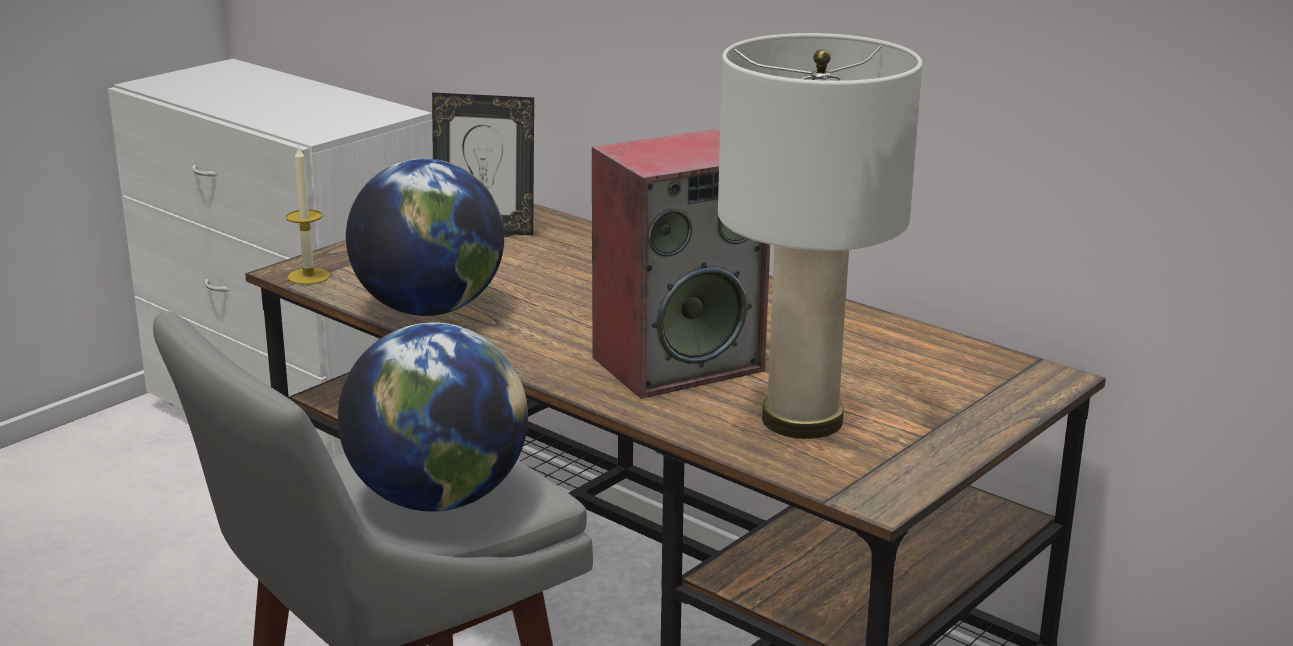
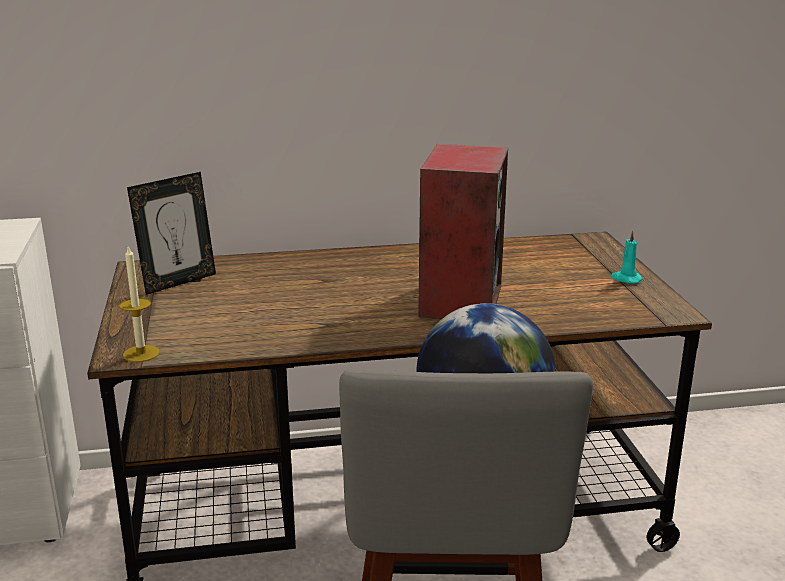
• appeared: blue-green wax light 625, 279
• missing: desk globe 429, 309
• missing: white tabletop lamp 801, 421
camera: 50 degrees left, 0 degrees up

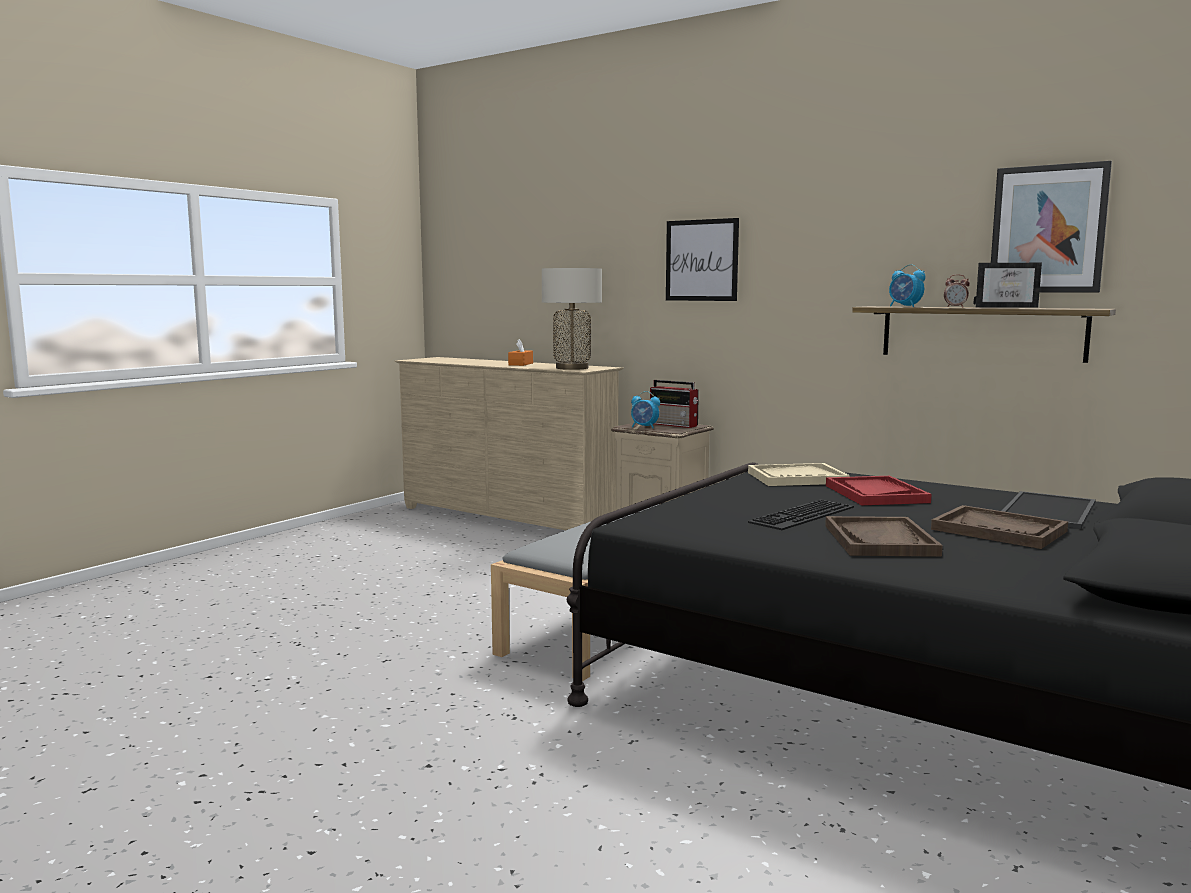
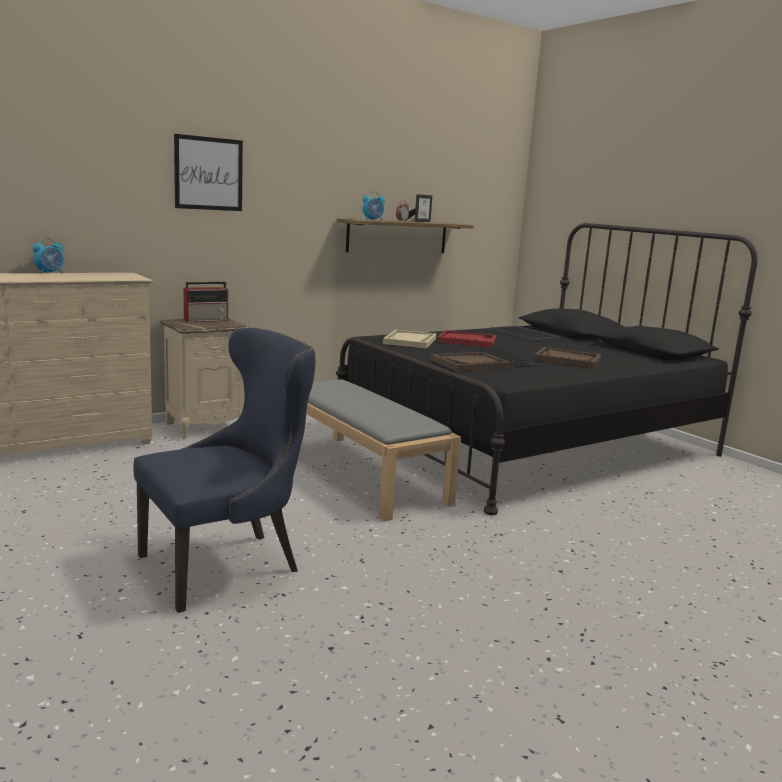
• relocated: table clock 644, 427 to 50, 273
• appeared: blue upright chair 226, 565
• relocated: brownish serving tray 999, 530 to 470, 364
• missing: orange-coloured tissue holder 520, 364
• missing: tabletop lamp 572, 368
• missing: wall art 1048, 229
camera: 70 degrees left, 5 degrees up

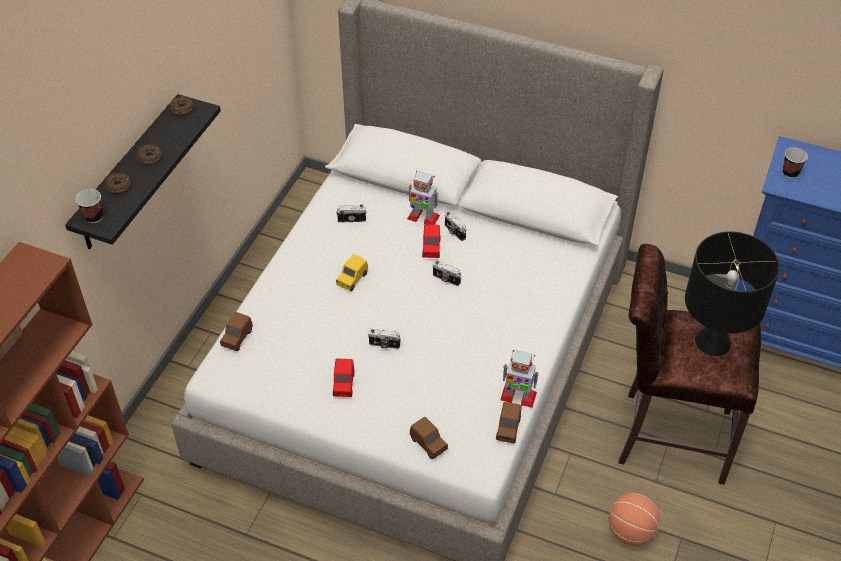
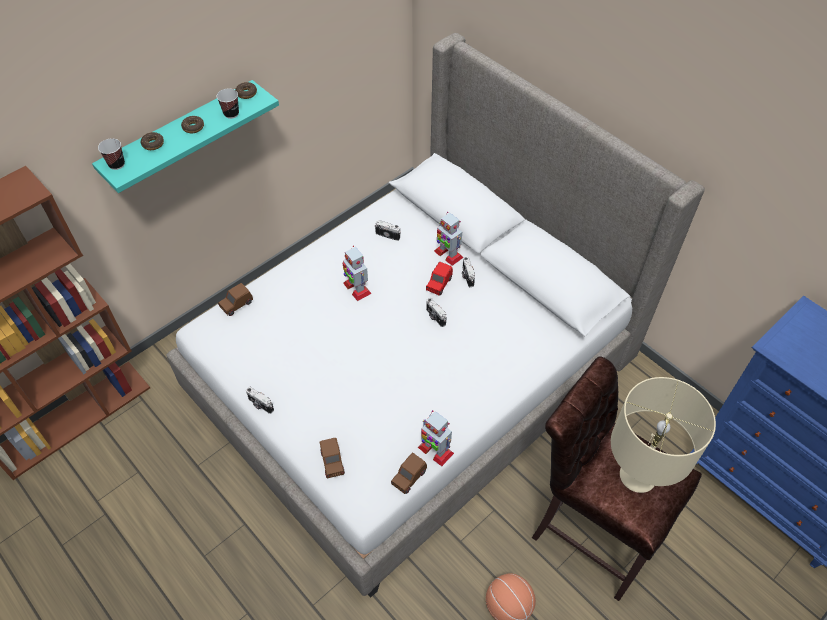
• colour: blackish shelf 129, 174 to blue-green shelf 181, 137
• relocated: drinking cup 790, 173 to 231, 114
• relocated: photo camera 384, 345 to 260, 405
• exchanged: yellow toy car 352, 279 to model robot 356, 288
• colour: blackish tabletop lamp 712, 345 to sand-coloured tabletop lamp 637, 477
• missing: reddish toy car 343, 384
camera: 25 degrees right, 5 degrees up

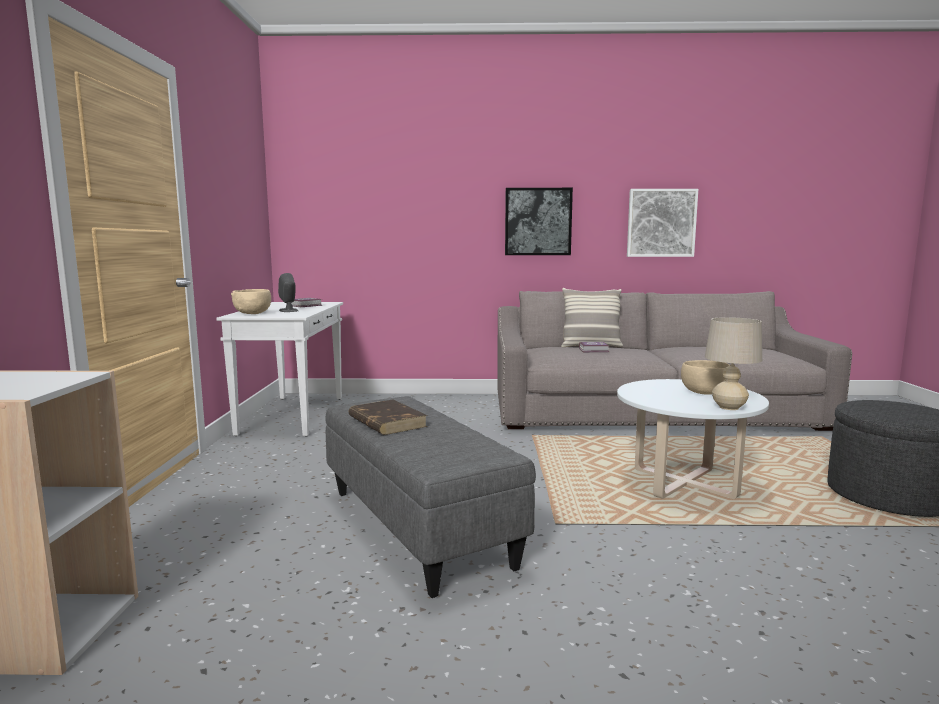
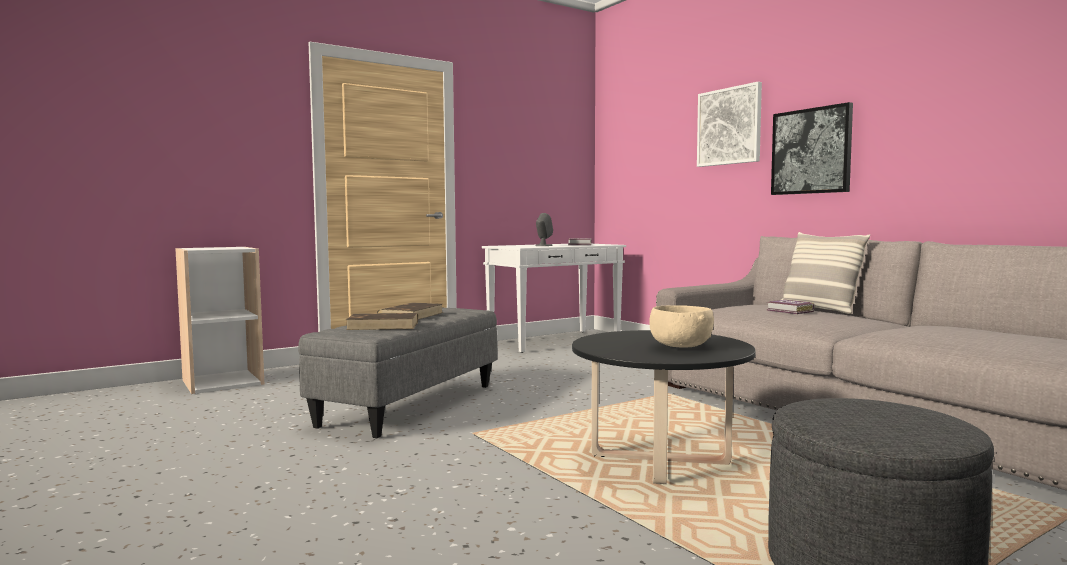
• appeared: brownish bound book 384, 325
• colour: white lounge table 684, 483 to blackish lounge table 659, 460
• relocated: wall art 661, 223 to 729, 126
• missing: sand-coloured deep dish 252, 313
• missing: sand-coloured tabletop lamp 729, 407
camera: 55 degrees right, 5 degrees down

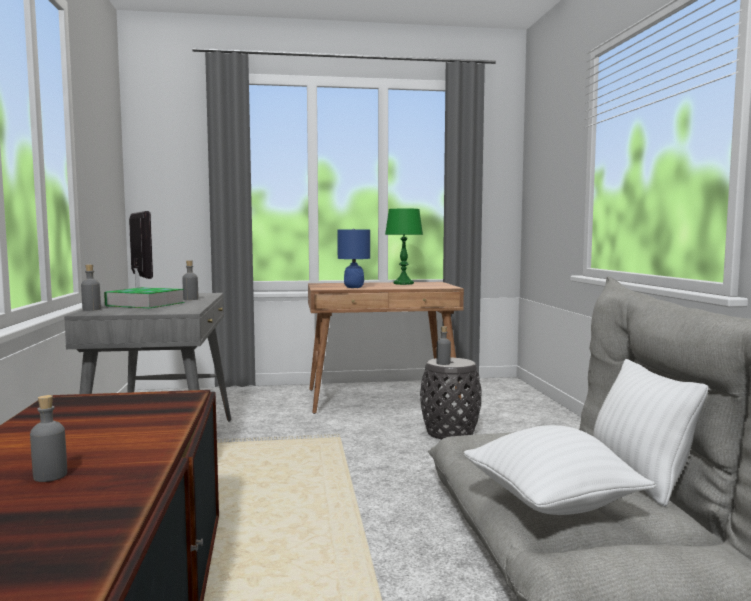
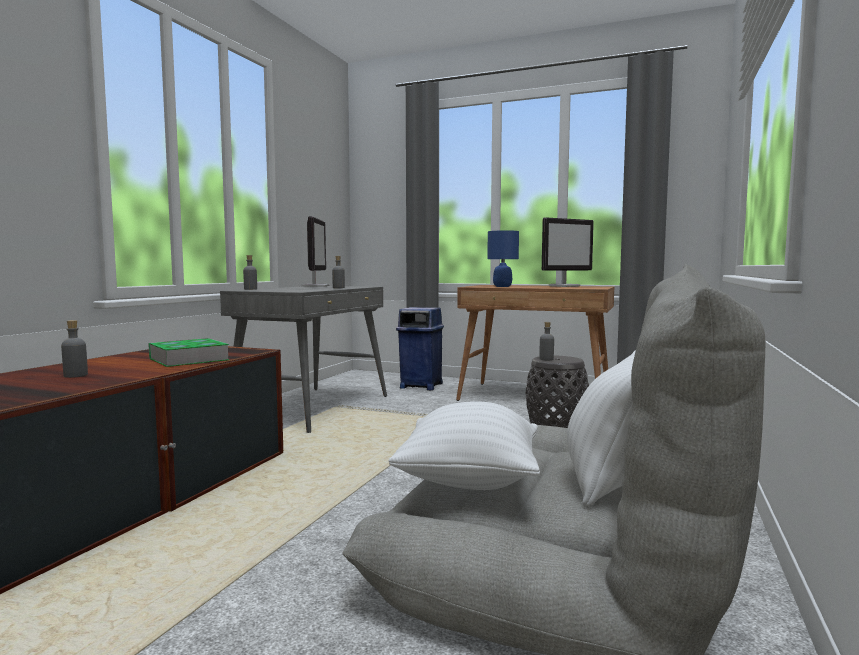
• relocated: bound book 145, 304 to 189, 359
• appeared: blue rubbish bin 420, 386
• exchanged: greenish tabletop lamp 403, 283 to computer display 564, 286
camera: 30 degrees right, 0 degrees up

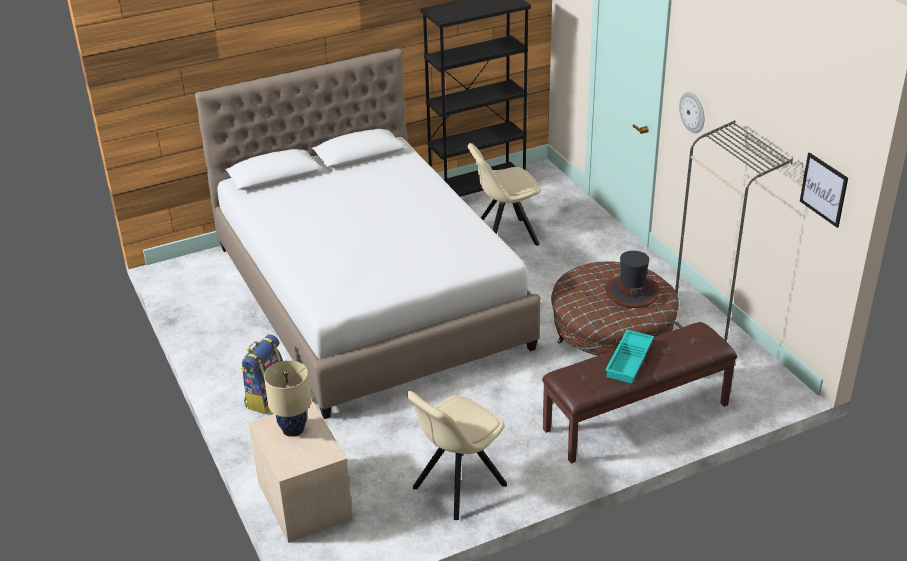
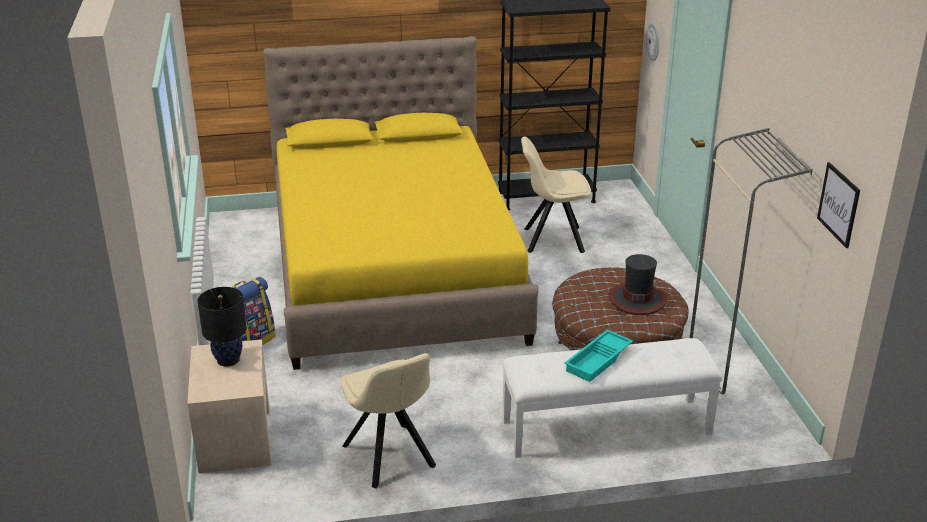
• colour: sand-coloured tabletop lamp 293, 429 to blackish tabletop lamp 228, 359
• colour: white bed 369, 295 to yellow bed 394, 270
• spun: sand-coloured upright chair 458, 486 = 389, 456 90 degrees counterclockwise
• colour: brownish long seat 636, 417 to white long seat 606, 428
• relocated: wall clock 693, 112 to 654, 42
camera: 15 degrees right, 5 degrees down

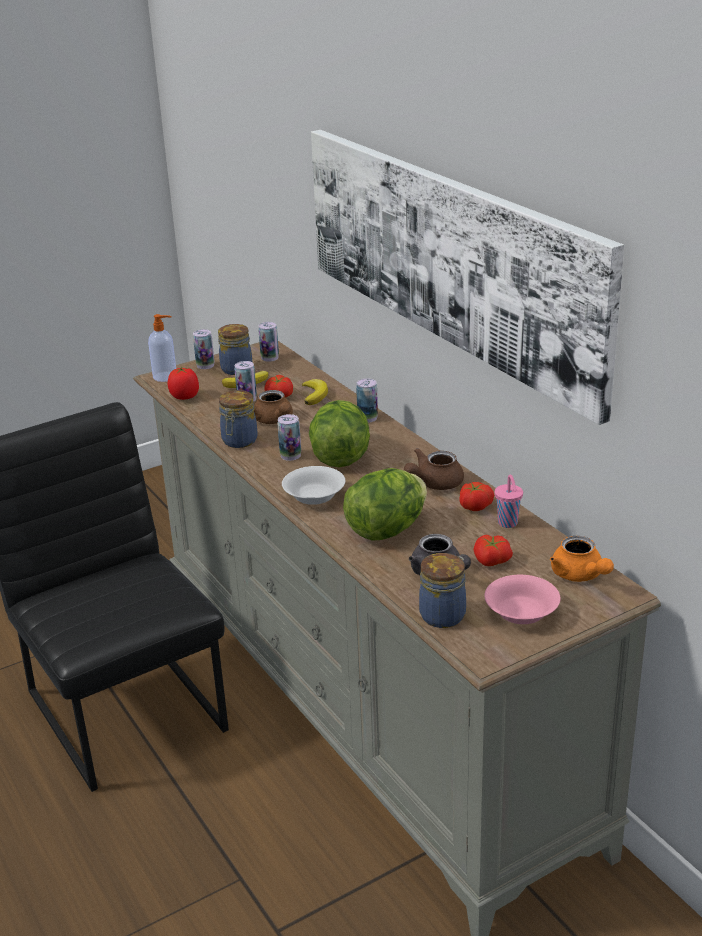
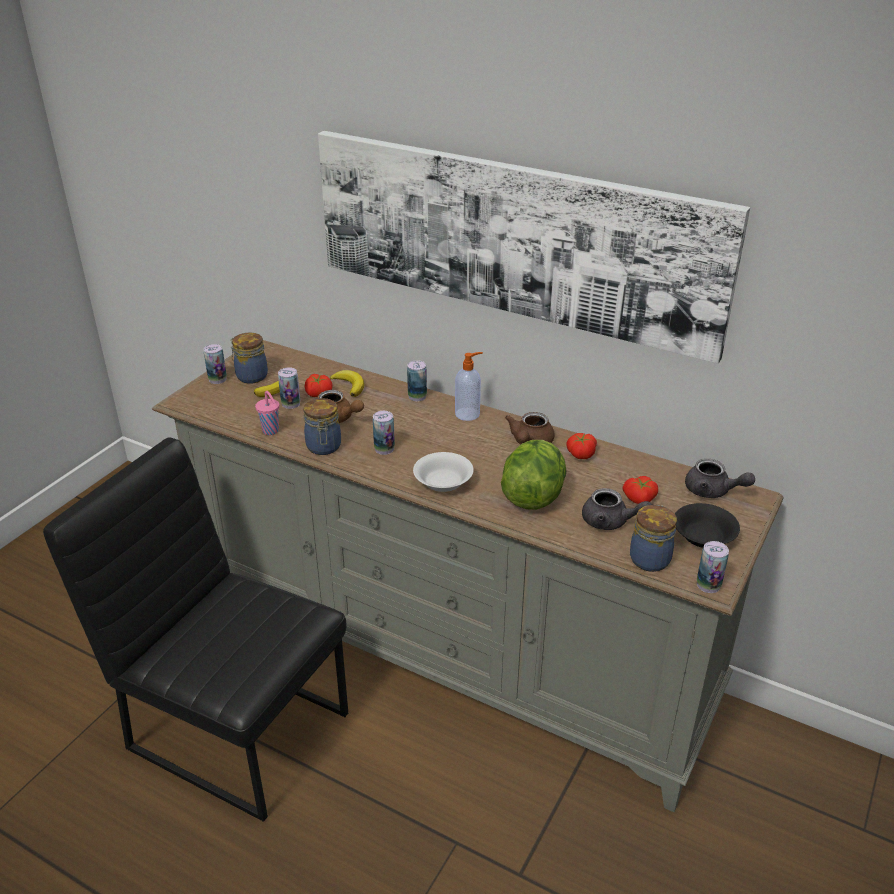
• relocated: pink-coloured drinking cup 508, 524 to 271, 431
• relocated: soap bottle 166, 377 to 468, 414
• colour: pink-coloured deep dish 522, 613 to blackish deep dish 704, 537
• colour: orange-coloured pot for tea 580, 575 to grey pot for tea 712, 491
• relocated: can 270, 357 to 708, 585
• missing: whole tomato 185, 397
• missing: lettuce head 340, 457
camera: 30 degrees left, 5 degrees up

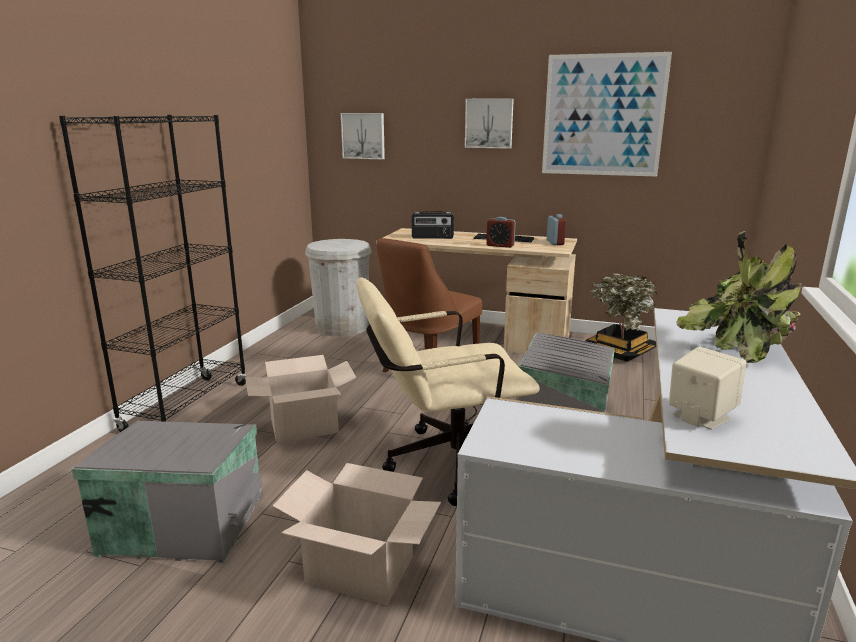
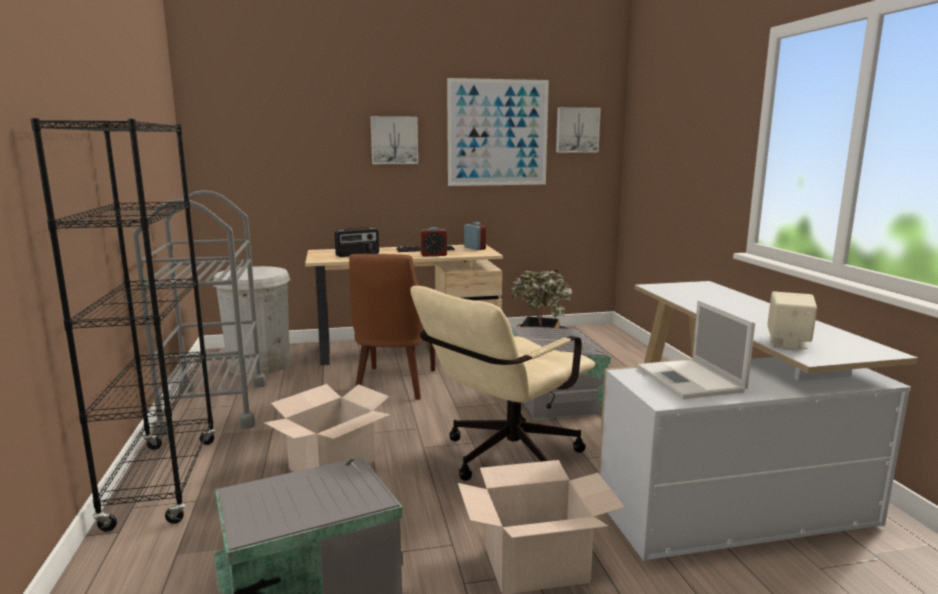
• appeared: grey wheeled cart 214, 407
• relocated: wall art 363, 136 to 577, 130
• appeared: portable computer 691, 380
• missing: plant in a pot 736, 345
camera: 30 degrees left, 5 degrees down

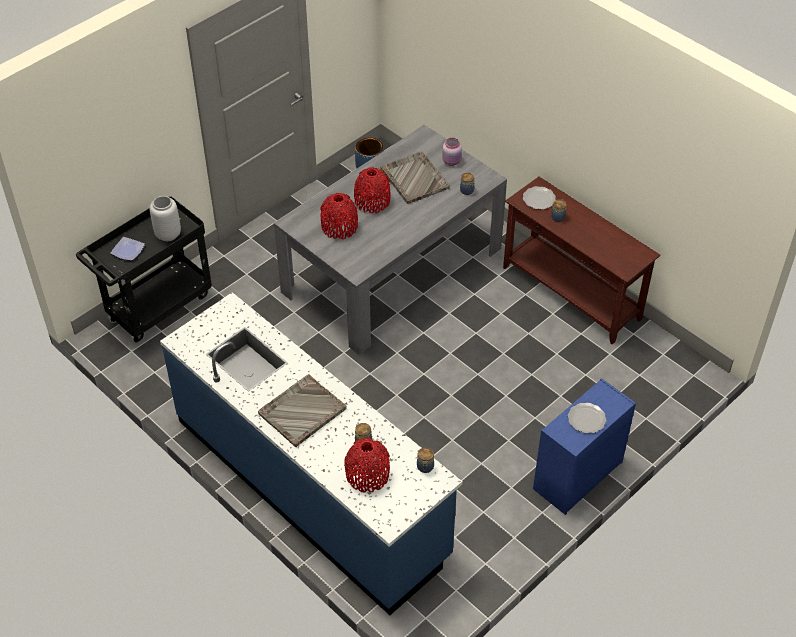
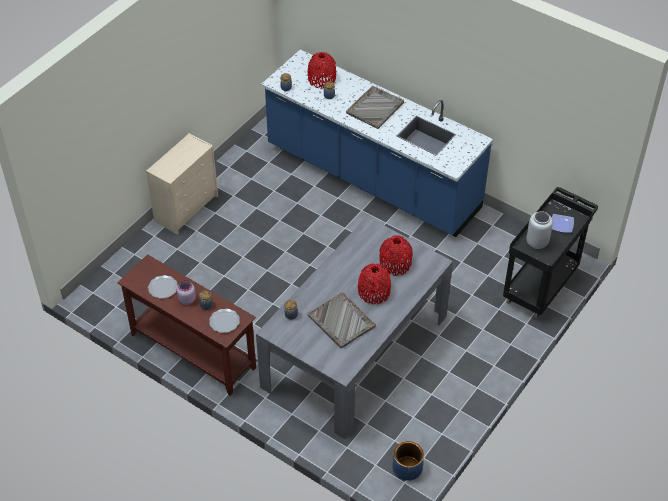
• colour: blue chest of drawers 577, 476 to sand-coloured chest of drawers 187, 208
• relocated: dinner plate 587, 419 to 162, 288
• relocated: pink-coloured jar 452, 161 to 186, 300
camera: 170 degrees right, 0 degrees up

